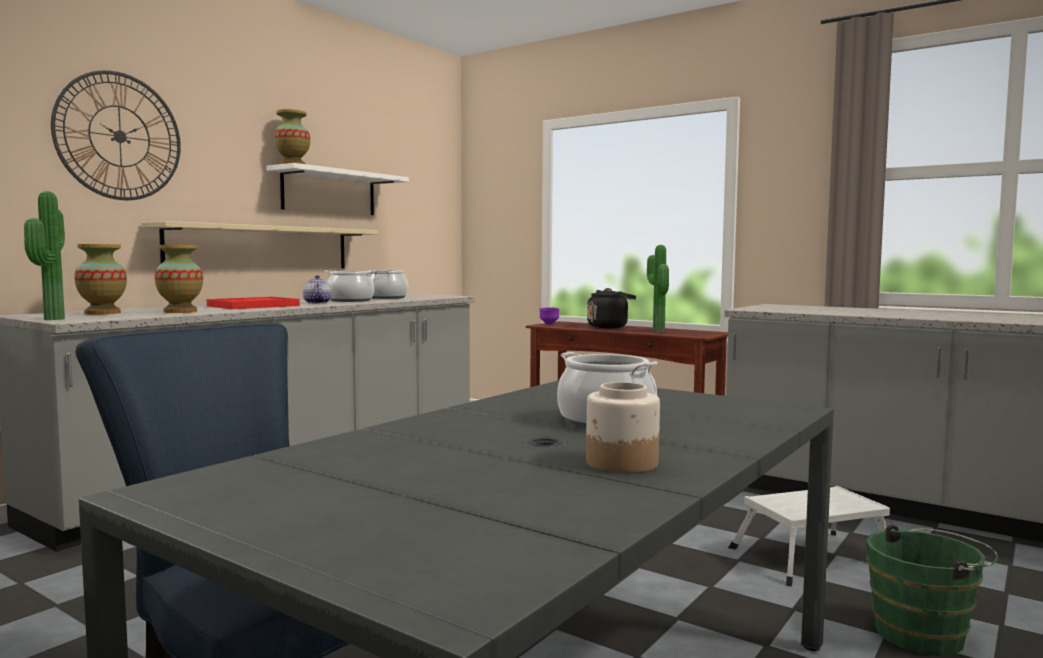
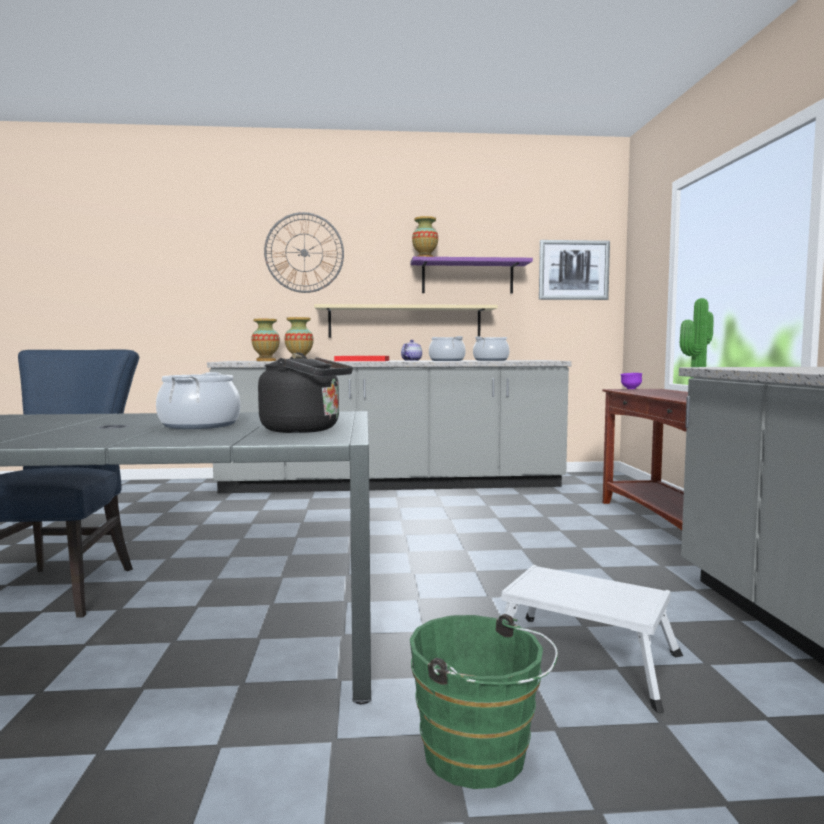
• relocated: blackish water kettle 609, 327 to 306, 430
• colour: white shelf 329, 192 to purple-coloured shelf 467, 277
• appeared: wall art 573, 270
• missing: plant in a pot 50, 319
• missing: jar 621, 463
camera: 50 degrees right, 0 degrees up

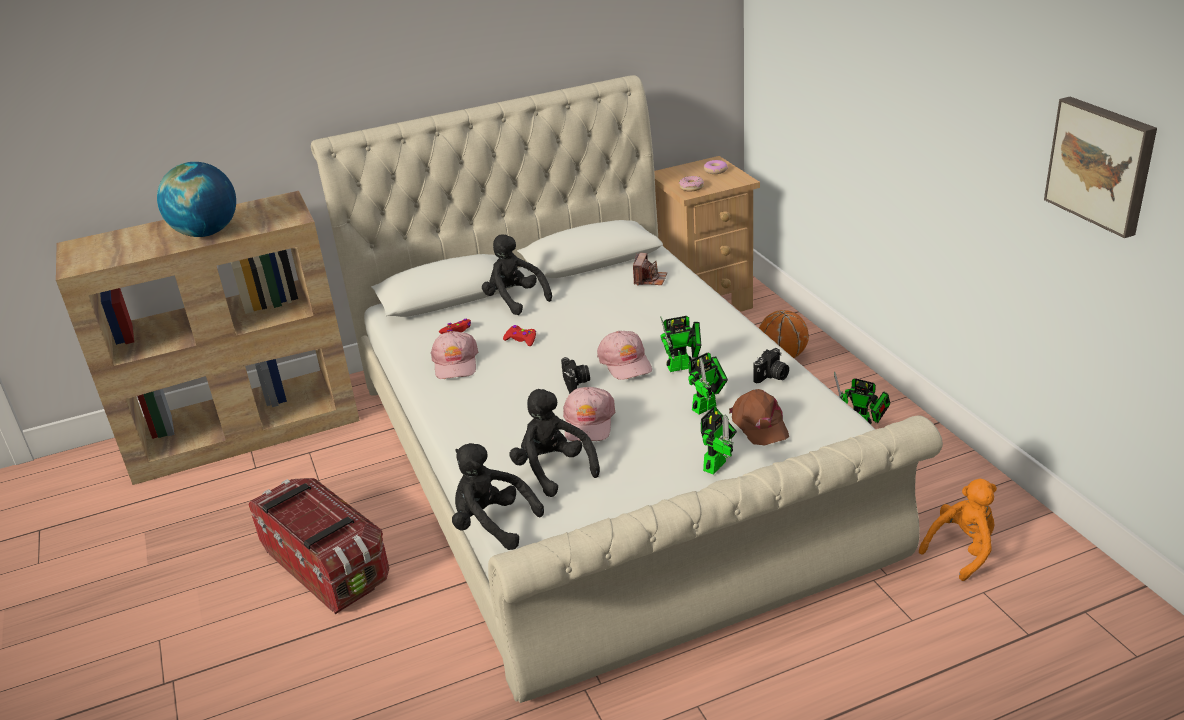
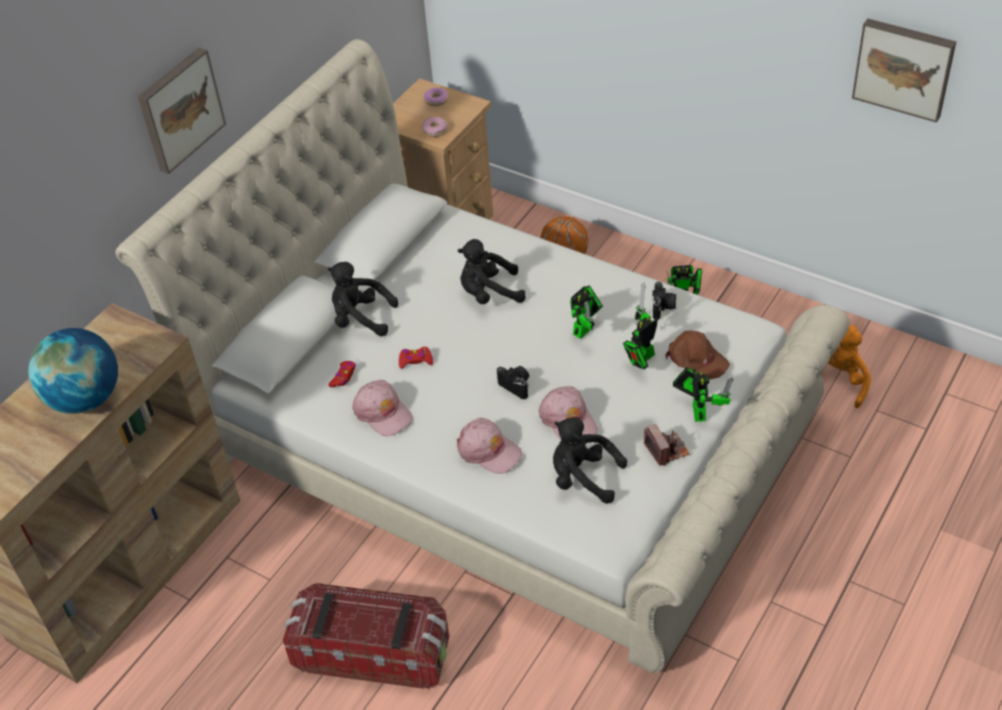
• appeared: wall art 179, 109
• relocated: pink-coloured baseball cap 625, 362 to 488, 451
• relocated: blackish cuddly toy 492, 524 to 489, 293
• spun: model robot 707, 406 = 641, 359 150 degrees counterclockwise
• relocated: photo camera 649, 279 to 666, 450
camera: 35 degrees left, 15 degrees up

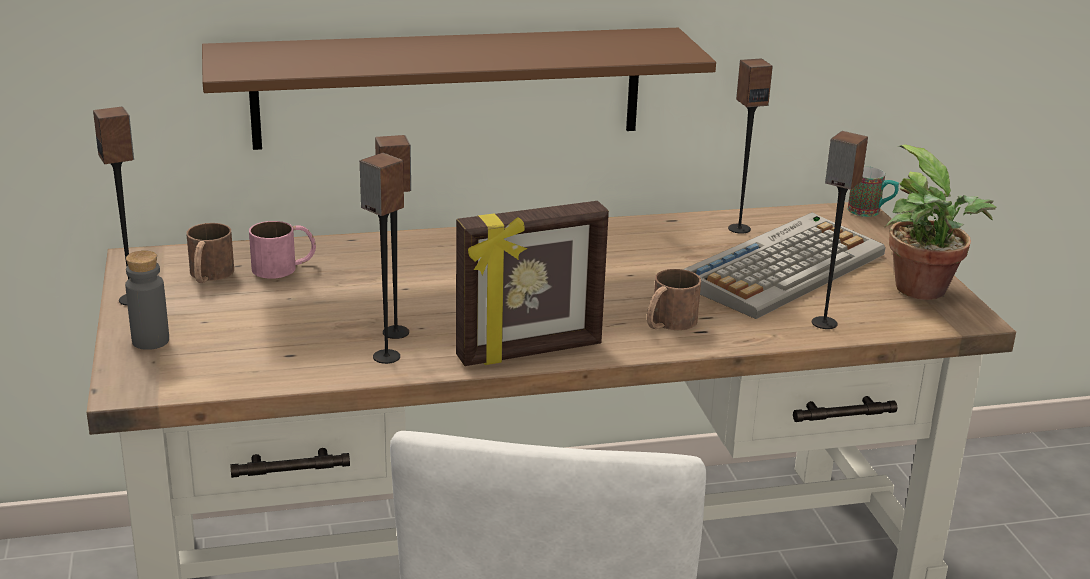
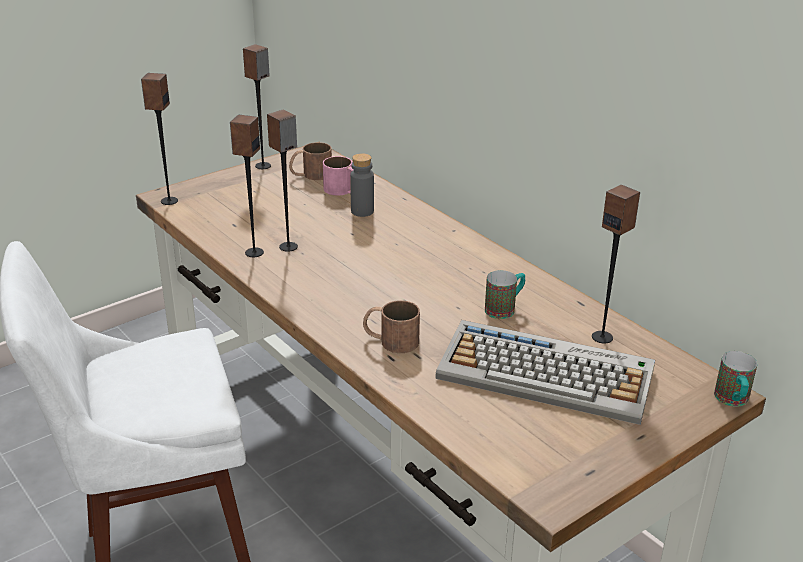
• relocated: speaker 824, 323 to 169, 201
• relocated: grey bottle 150, 341 to 362, 211
• appeared: tea mug 505, 309
• missing: brownish shelf 449, 87
• missing: photo frame 530, 352
• missing: plant in a pot 926, 292
camera: 65 degrees right, 5 degrees up

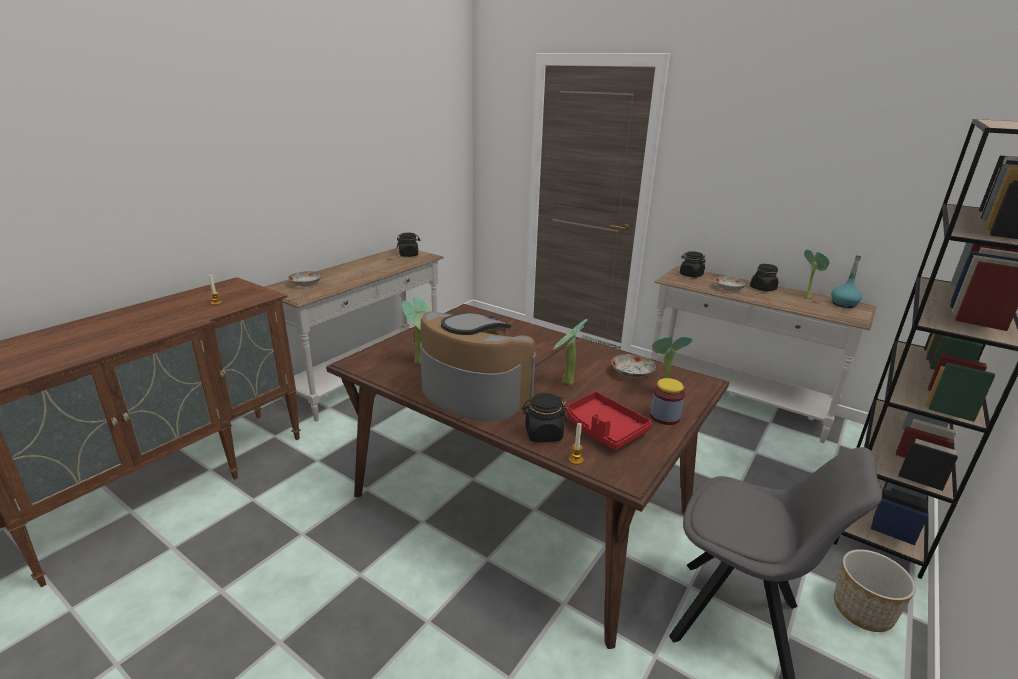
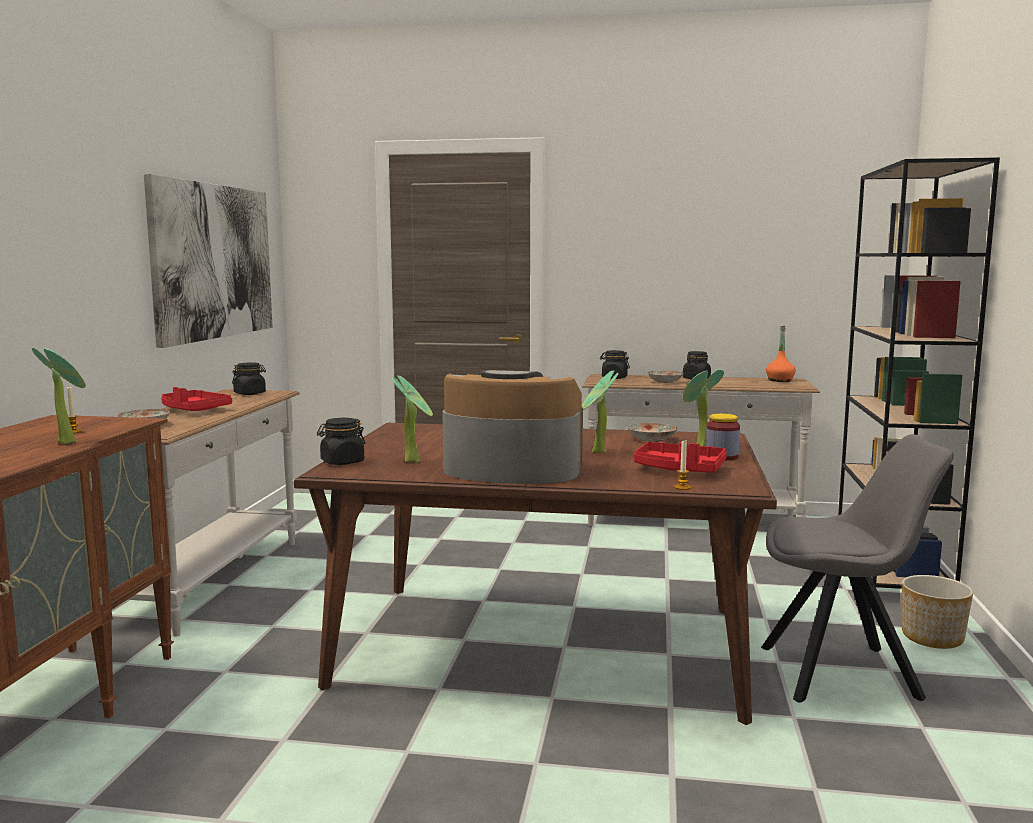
• relocated: plant in a pot 807, 297 to 67, 442
• appeared: wall art 213, 261
• appeared: reddish serving tray 193, 410
• relocated: blackish jar 543, 434 to 342, 462
• colour: blue-green bottle 843, 304 to orange-coloured bottle 779, 380
camera: 25 degrees left, 15 degrees down

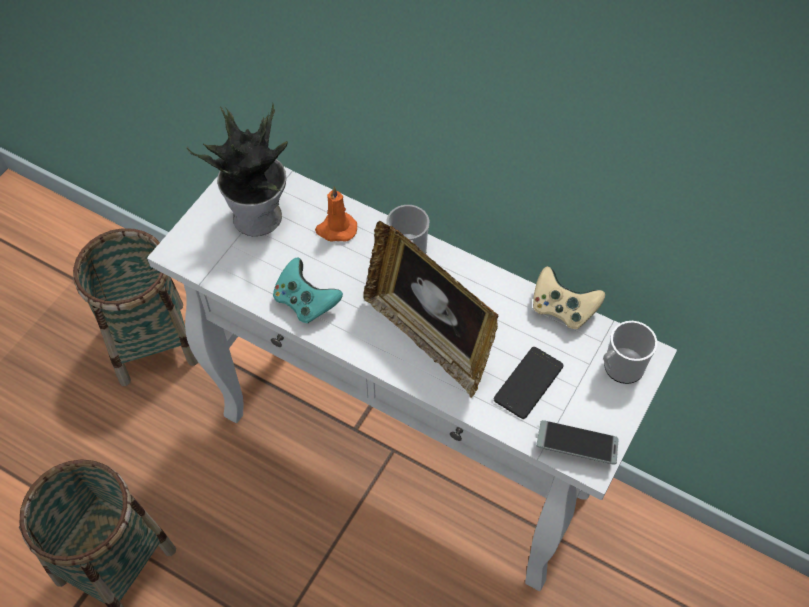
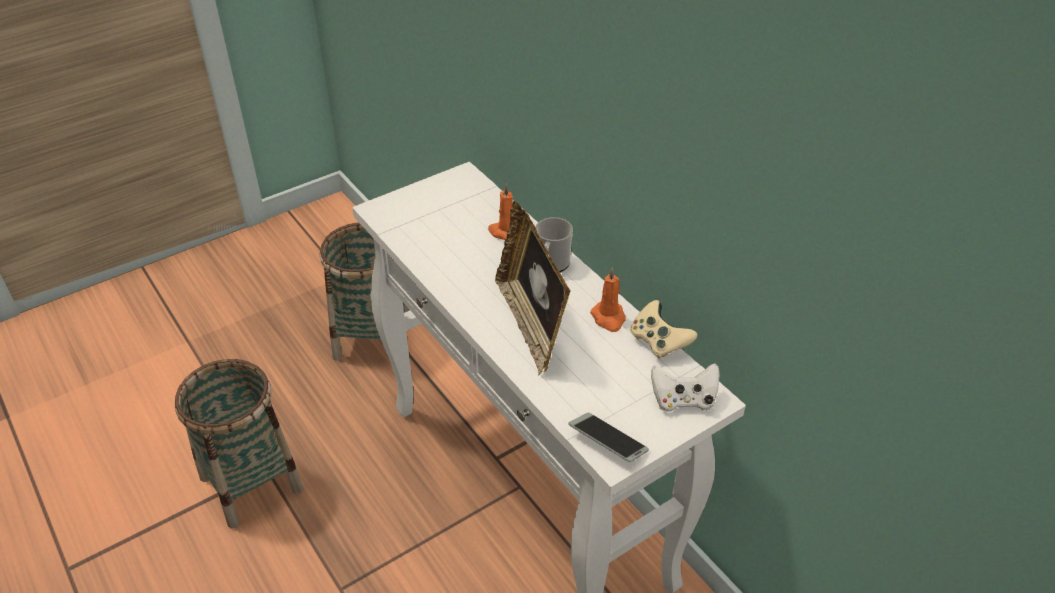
• appeared: orange-coloured wax light 609, 318
• exchanged: tea mug 619, 368 to white joypad 683, 400
• missing: plant in a pot 259, 217
• missing: blue-green joypad 305, 302
• missing: telephone 528, 383
camera: 25 degrees right, 15 degrees down

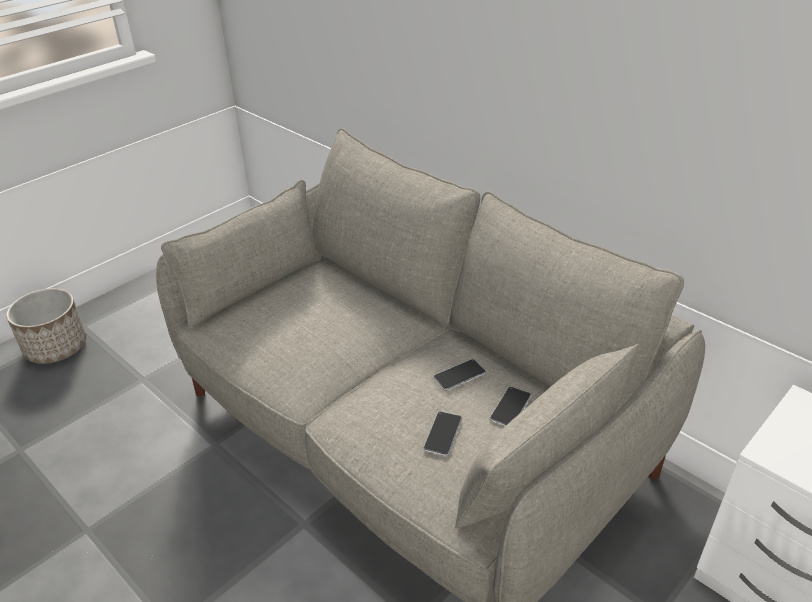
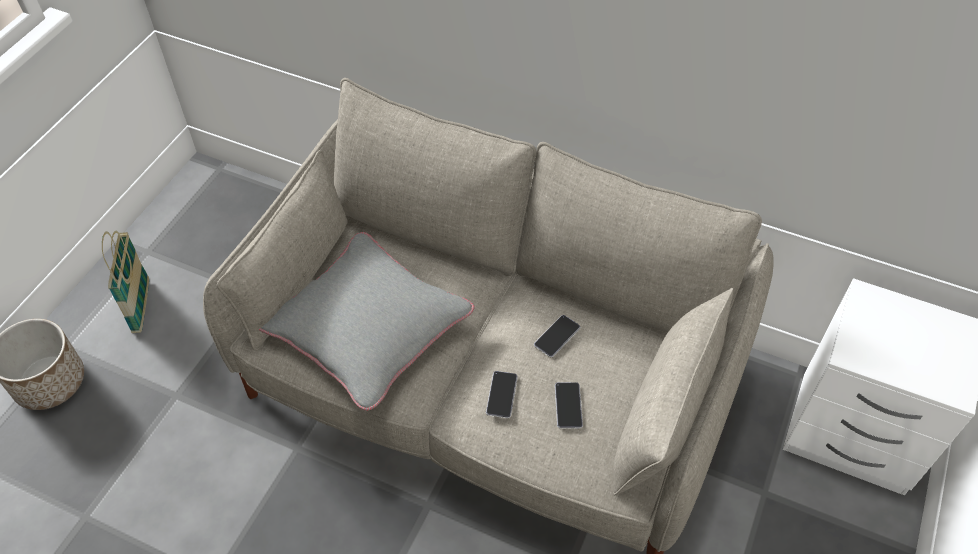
• appeared: household basket 141, 306
• appeared: grey pillow 367, 326
• relocated: telephone 510, 408 to 501, 395
camera: 20 degrees left, 15 degrees up

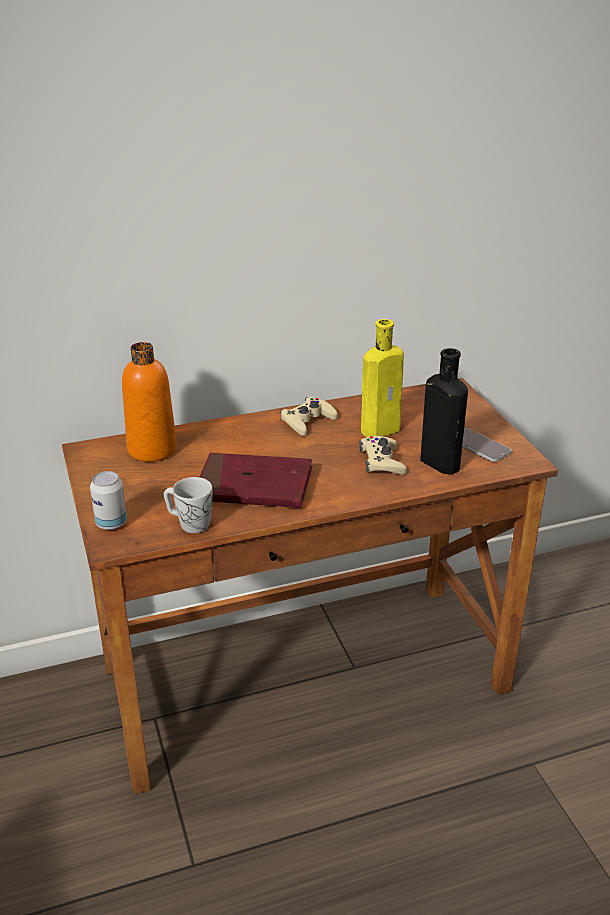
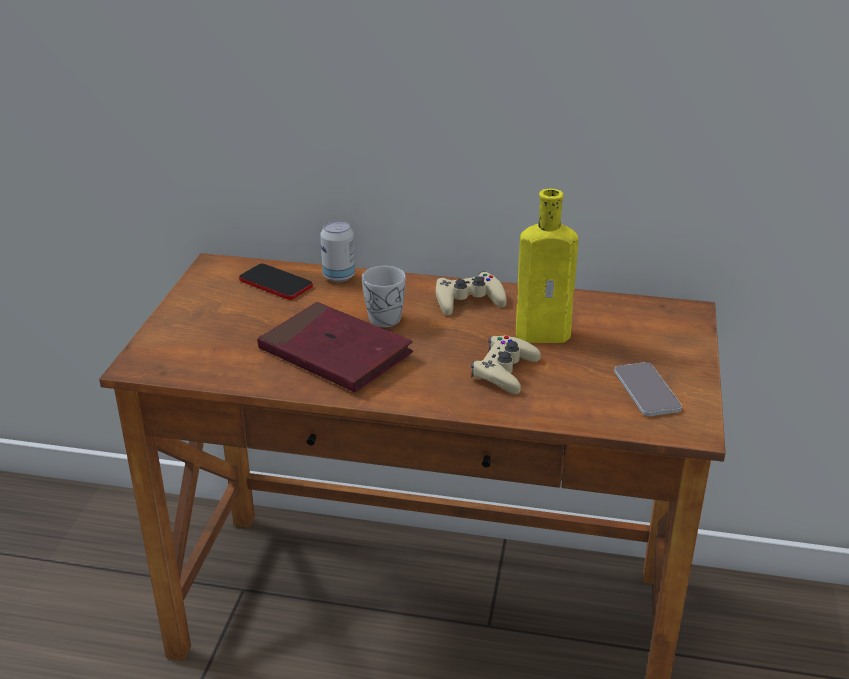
• exchanged: orange-coloured bottle 152, 450 to telephone 275, 283
• relocated: can 111, 523 to 339, 276
• relocated: white tea mug 189, 523 to 380, 316
• missing: blackish bottle 437, 462
camera: 30 degrees right, 0 degrees up

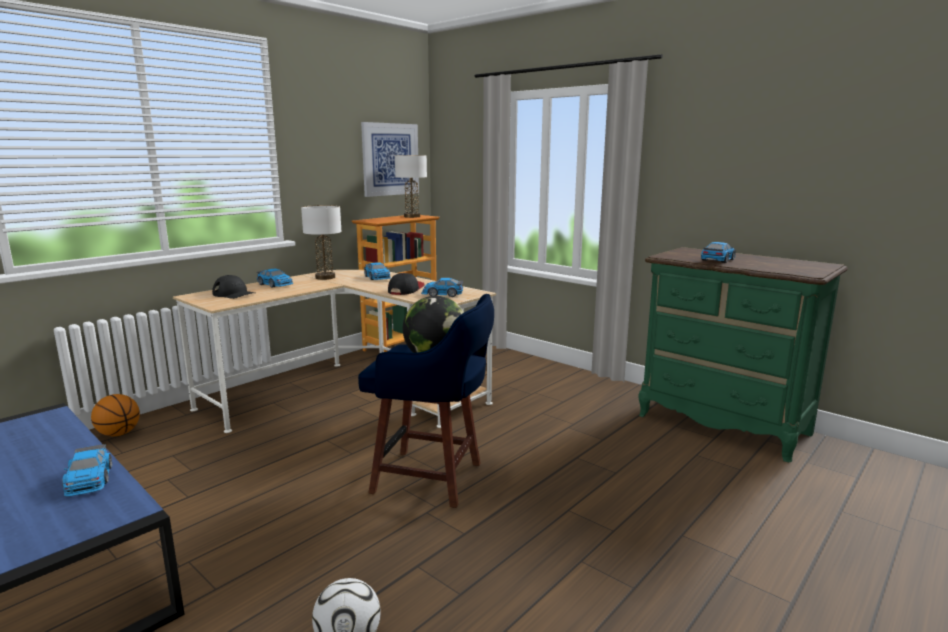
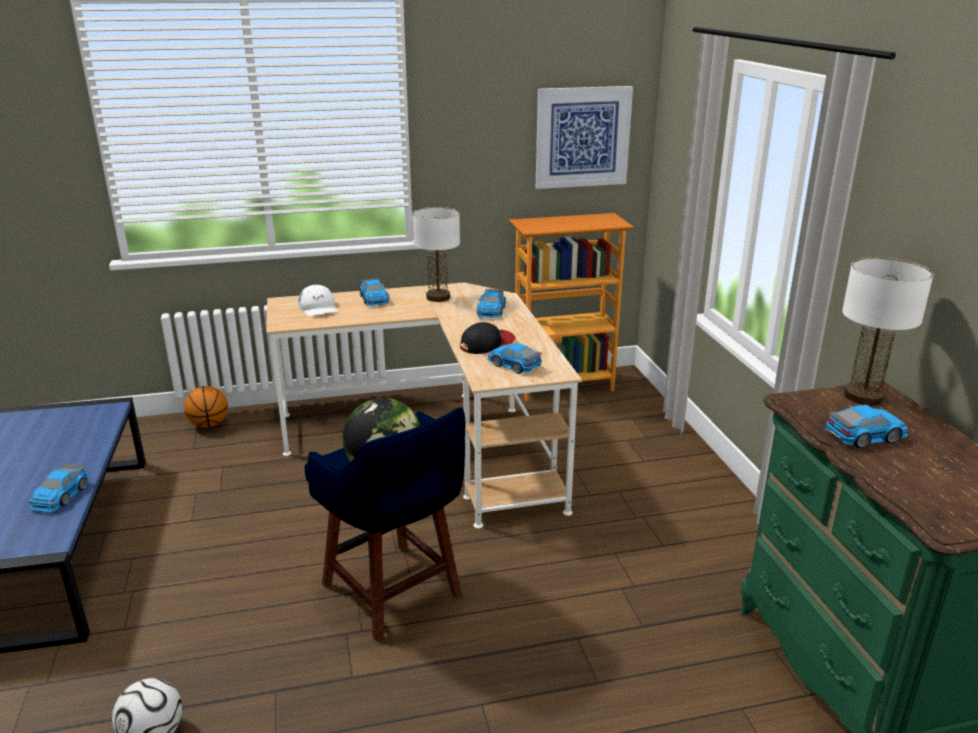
• colour: blackish baseball cap 234, 294 to white baseball cap 318, 308
• relocated: tabletop lamp 412, 216 to 863, 396
camera: 35 degrees right, 10 degrees up

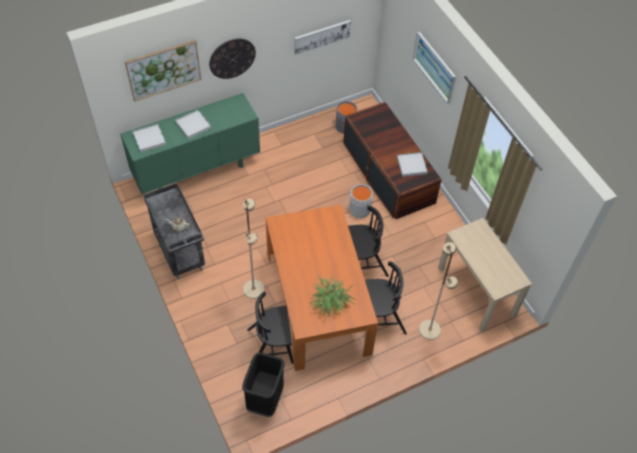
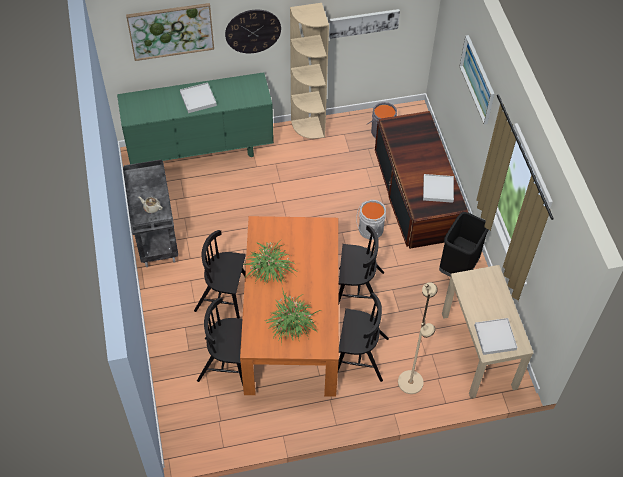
• exchanged: sand-coloured standing lamp 254, 289 to blackish upright chair 225, 295
• appeared: plant in a pot 269, 270
• appeared: sand-coloured shelving unit 308, 130
• relocated: blackish rubbish bin 265, 399 to 458, 267
• relocated: white serving tray 149, 139 to 495, 337
camera: 15 degrees right, 0 degrees up

